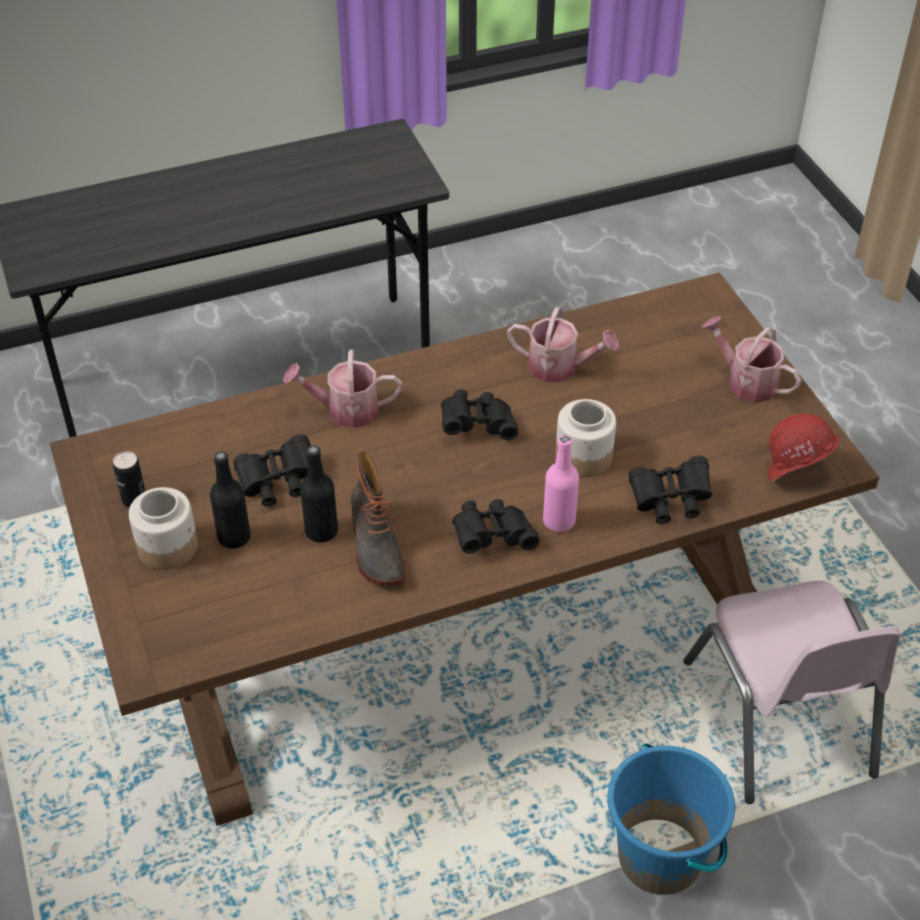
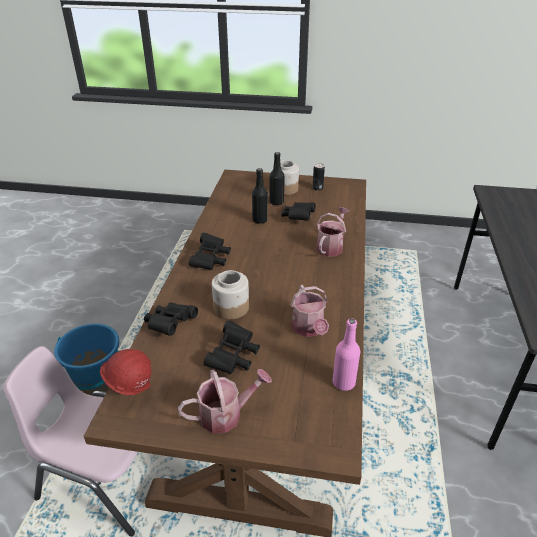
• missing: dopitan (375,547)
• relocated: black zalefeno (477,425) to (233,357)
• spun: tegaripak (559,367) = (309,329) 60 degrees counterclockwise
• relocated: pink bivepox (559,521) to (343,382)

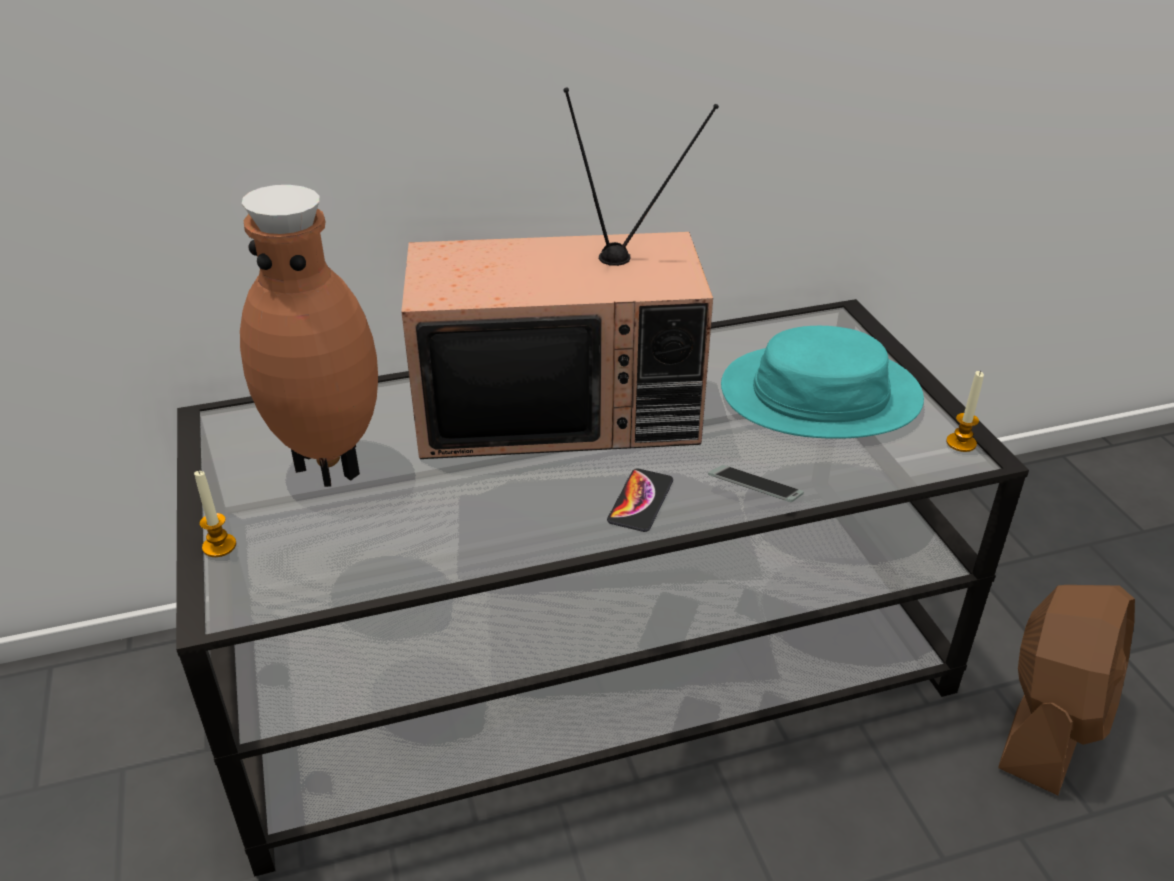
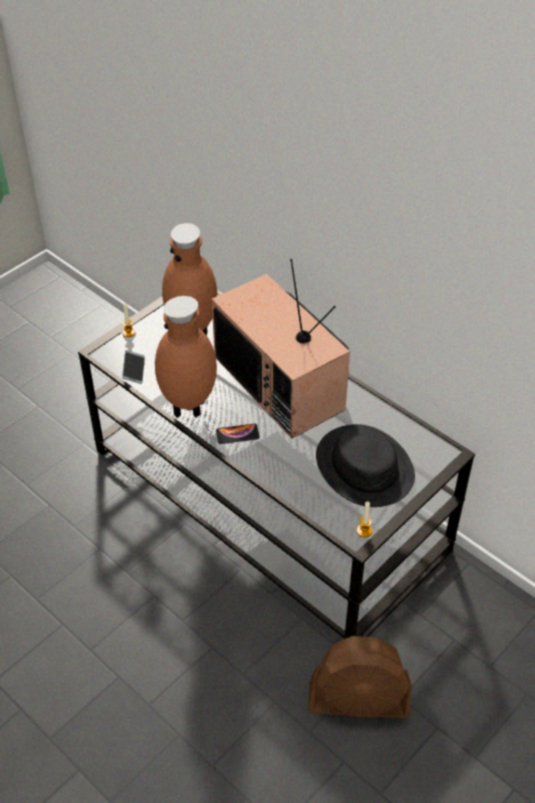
• relocated: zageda (754,491) to (134,370)
• colour: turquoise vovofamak (820,394) to black vovofamak (365,466)
• appeared: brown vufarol (189,409)

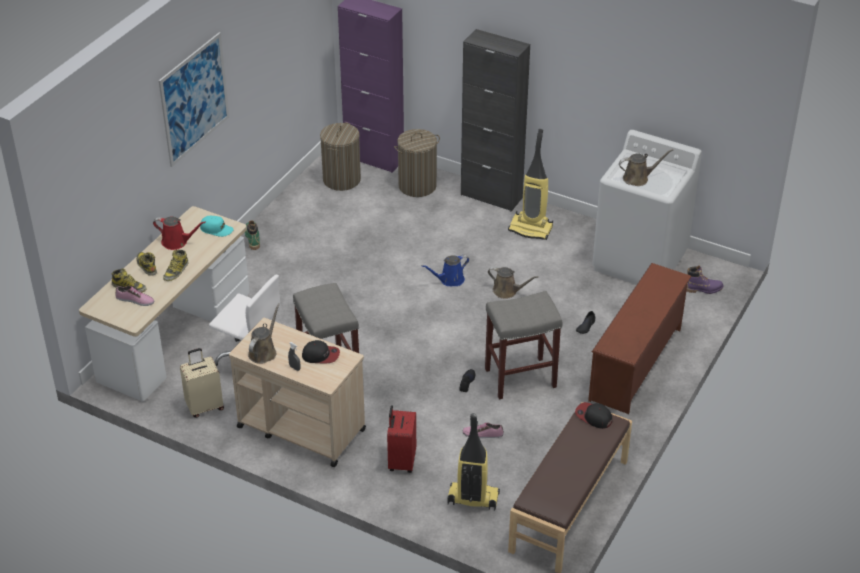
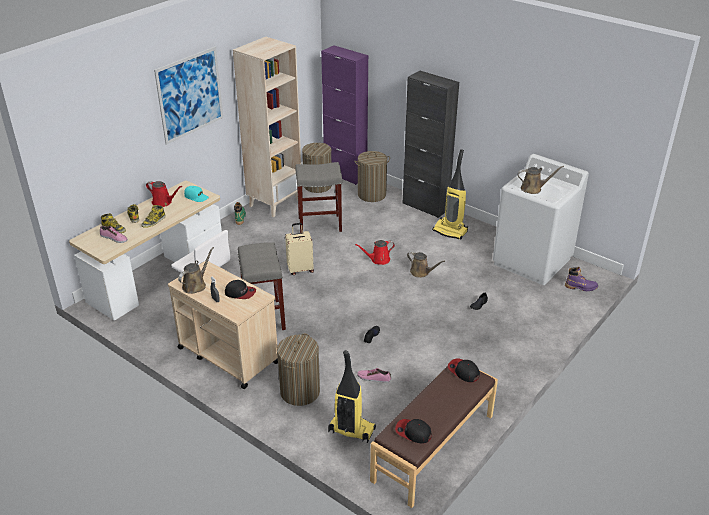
• relocated: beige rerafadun (204,406) to (300,269)
• exchanged: red rerafadun (401,461) to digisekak (300,391)
• colour: blue tegaripak (449,280) to red tegaripak (378,260)
• relocated: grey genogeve (519,378) to (319,224)
• missing: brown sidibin (637,364)
• appeared: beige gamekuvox (275,203)
• appeared: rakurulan (413,432)

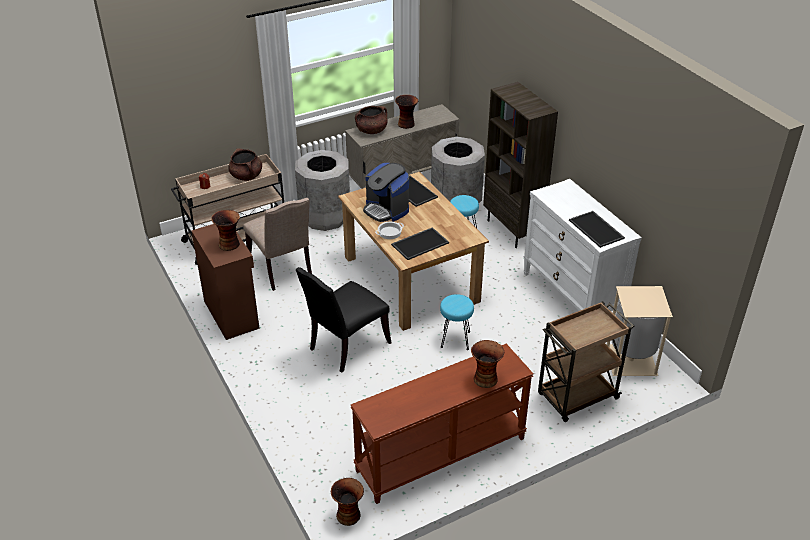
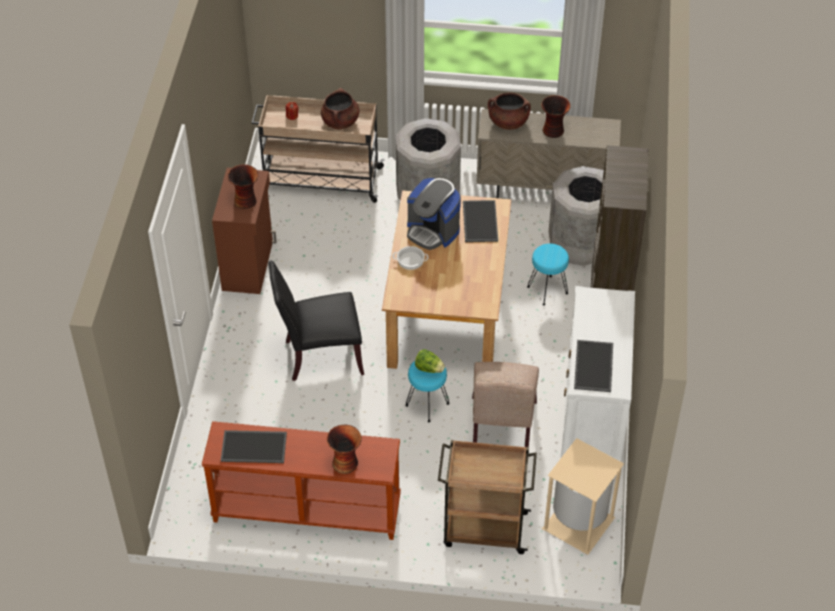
• relocated: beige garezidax (282,269) to (502,431)
• missing: vufarol (348,514)
• spun: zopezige (386,209) = (432,231) 45 degrees counterclockwise
• relocated: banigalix (420,243) to (254,446)
• appeared: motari (429,368)

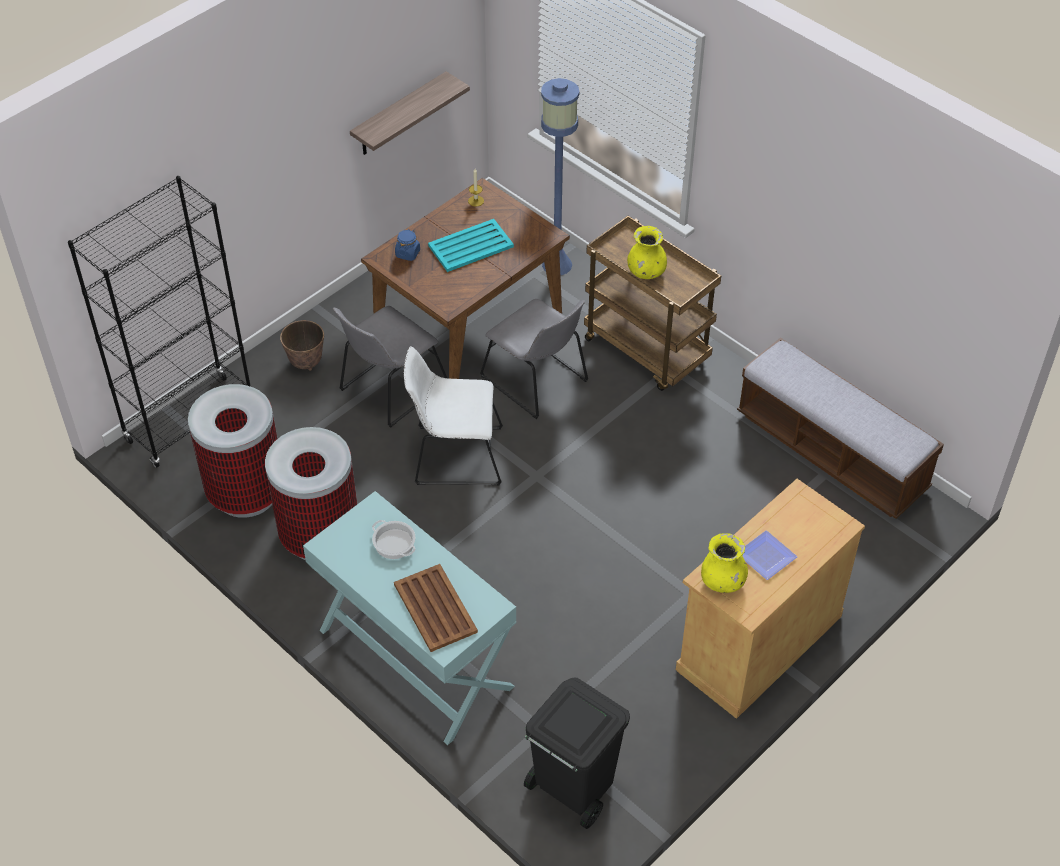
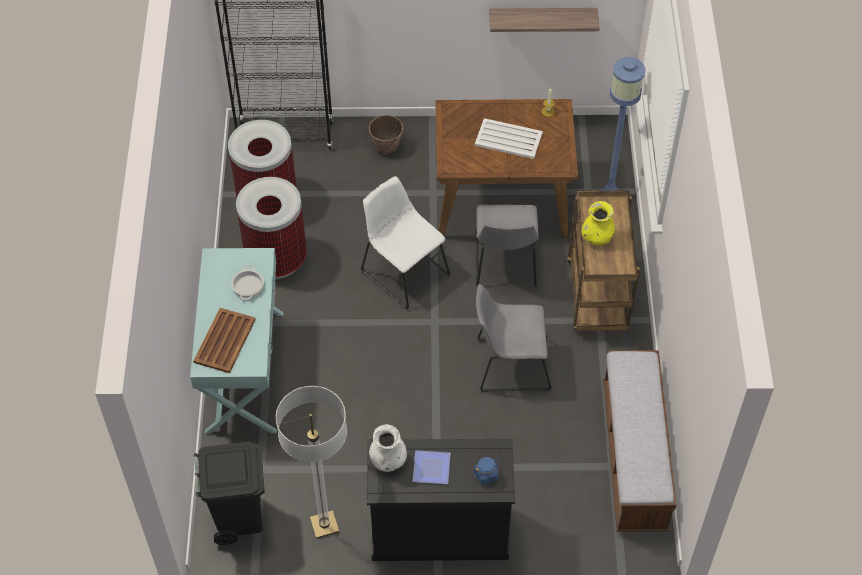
• relocated: grey garezidax (390,389) to (509,364)
• relocated: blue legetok (407,253) to (486,475)
• colour: turquoise banigalix (471,246) to white banigalix (509,139)
• colour: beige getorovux (758,642) to black getorovux (439,530)
• colour: yellow vufarol (722,581) to white vufarol (388,460)
• appeared: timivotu (324,525)

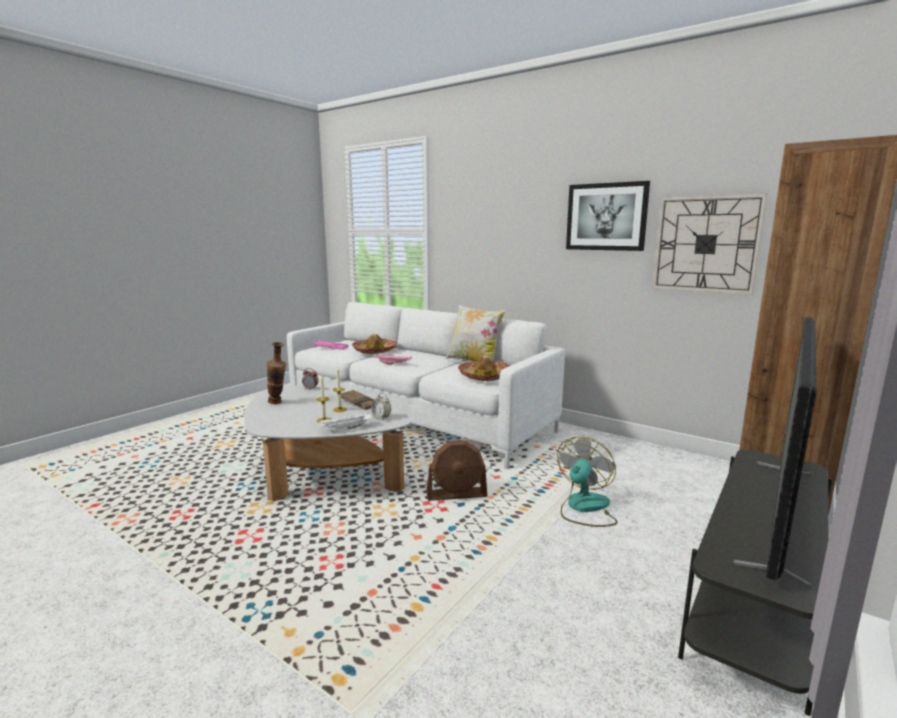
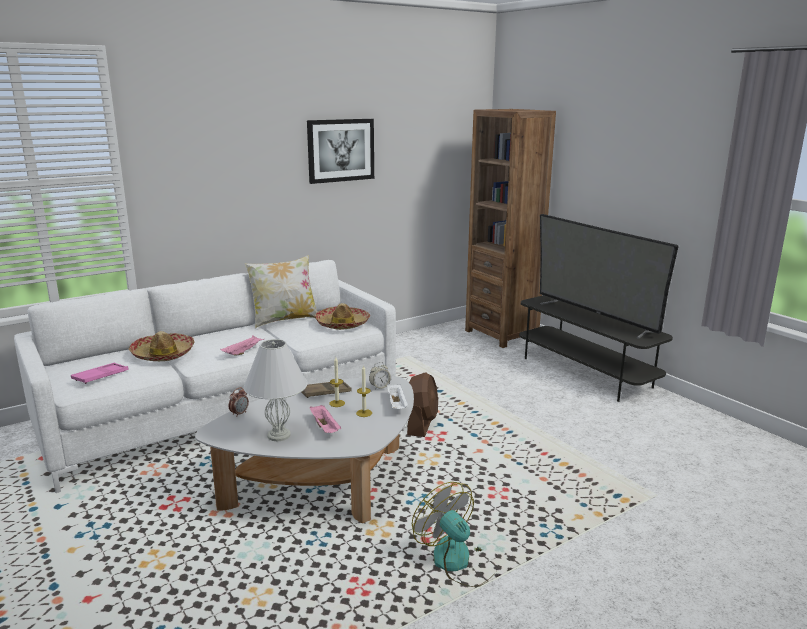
• exchanged: vufarol (278,403) to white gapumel (278,435)
• relocated: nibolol (584,508) to (459,562)
• missing: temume (706,244)
• appeared: pink banigalix (325,428)

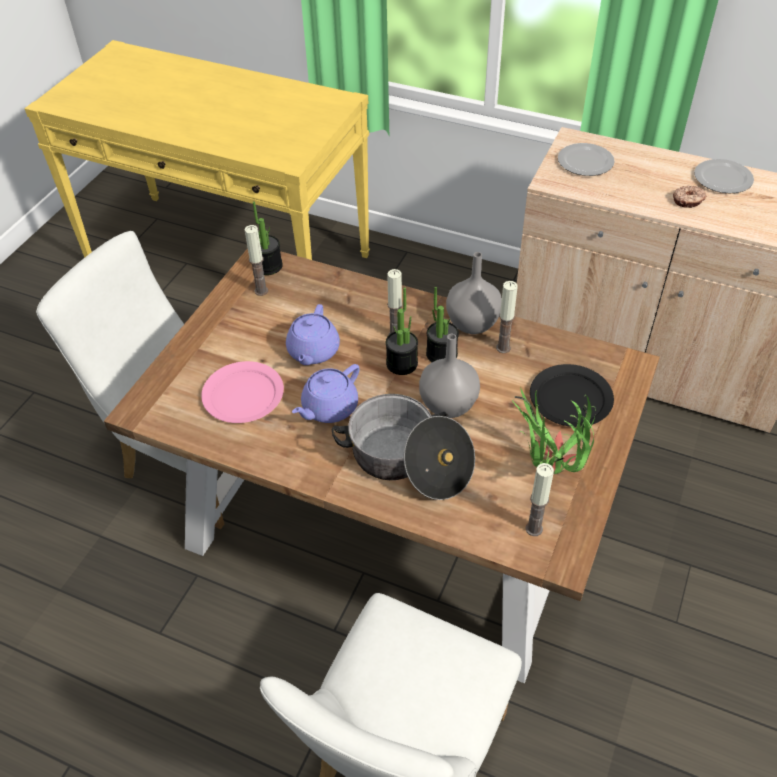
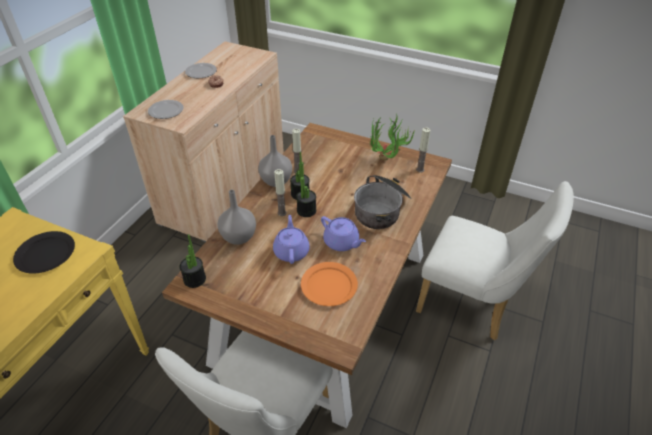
• colour: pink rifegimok (243,394) to orange rifegimok (328,285)
• missing: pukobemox (261,291)
• spun: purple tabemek (313,352) = (291,251) 105 degrees counterclockwise
• relocated: grey vufarol (447,406) to (239,237)
• relocated: black rifegimok (571,398) to (46,254)

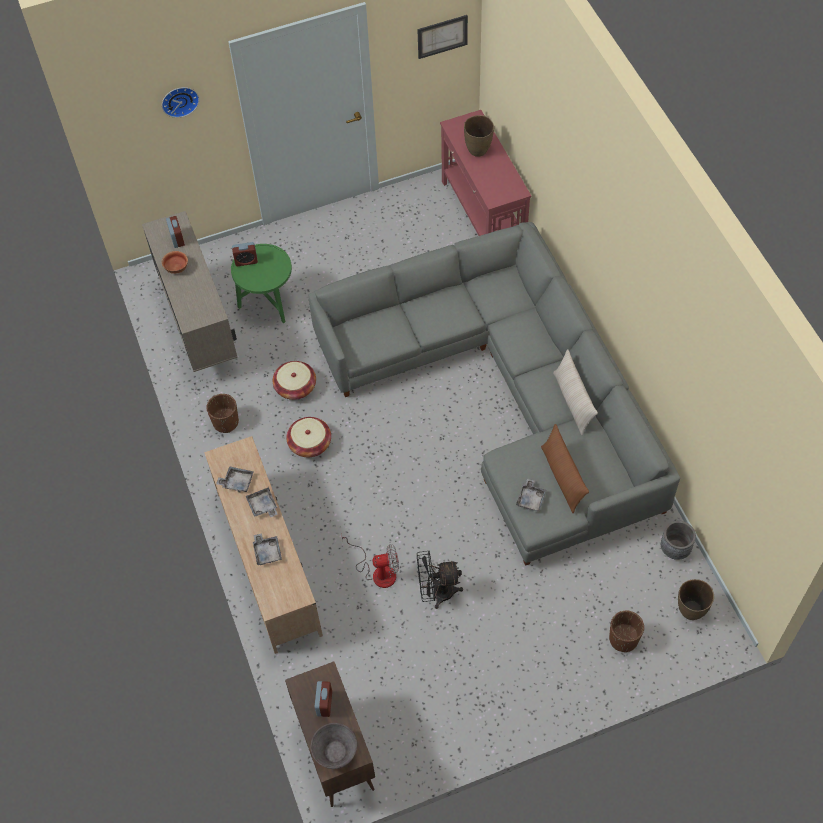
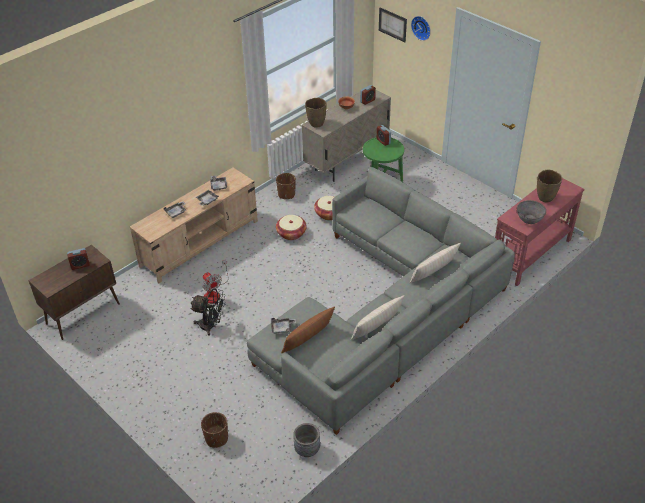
• relocated: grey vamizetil (335,752) to (529,219)
• relocated: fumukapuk (442,36) to (392,24)
• spun: black nibolol (437,592) = (211,326) 135 degrees clockwise
• relocated: brown vufarol (690,611) to (316,124)
• appeared: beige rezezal (433,272)

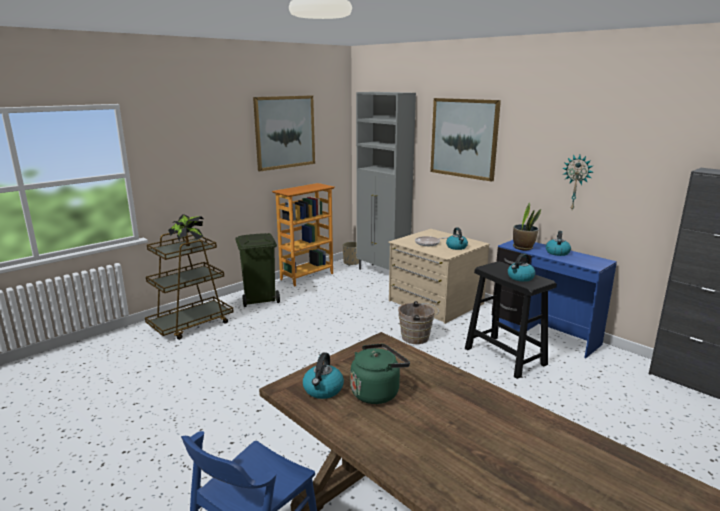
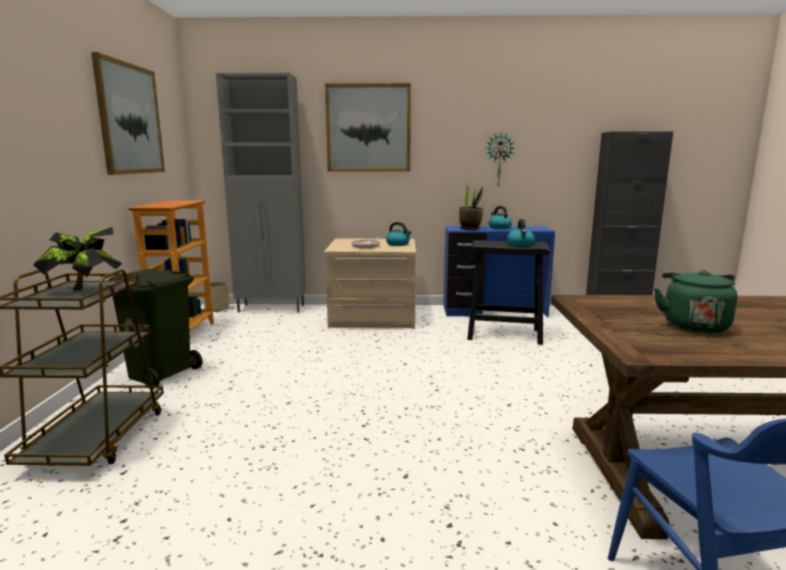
• missing: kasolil (323,390)
• missing: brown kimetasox (417,338)

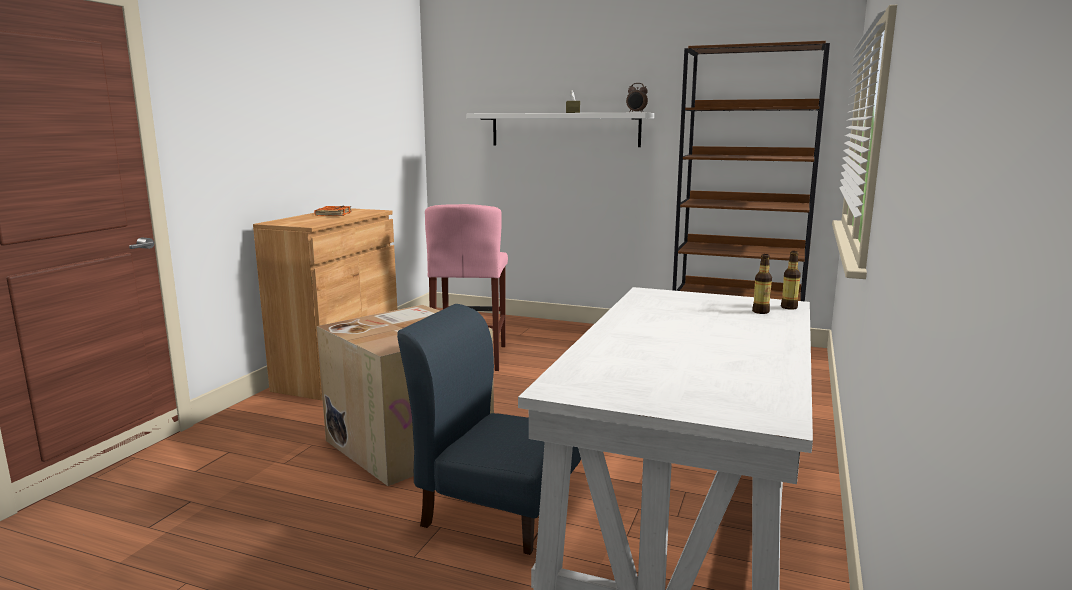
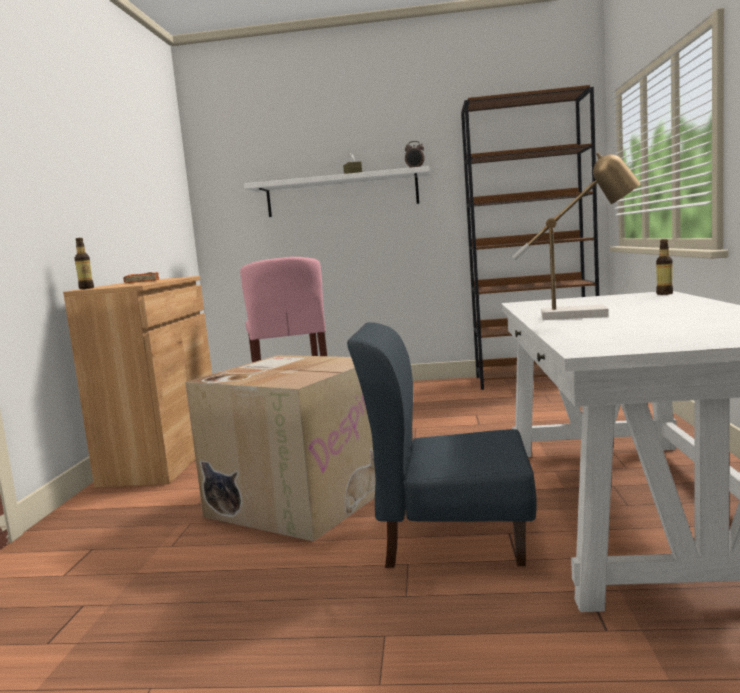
• relocated: bivepox (760,312) to (86,288)
• appeared: gapumel (583,315)

